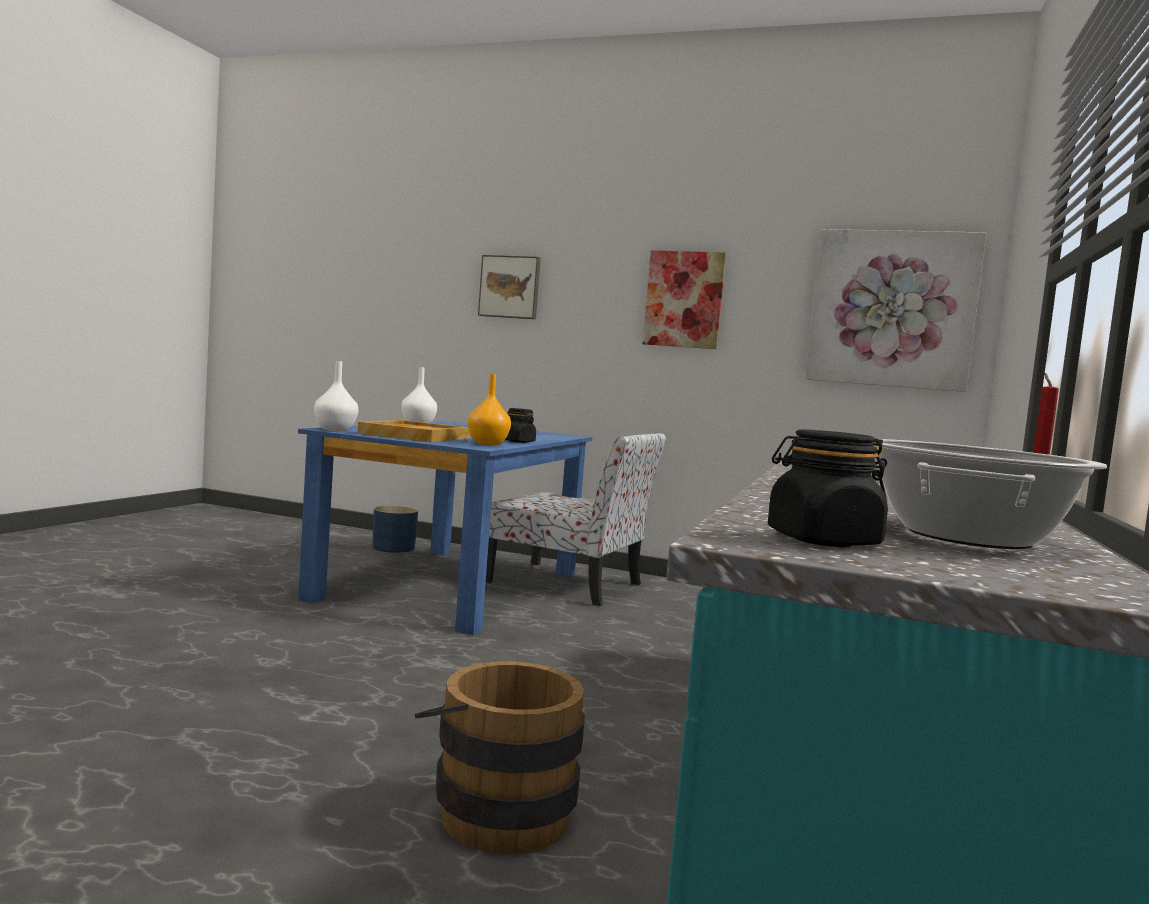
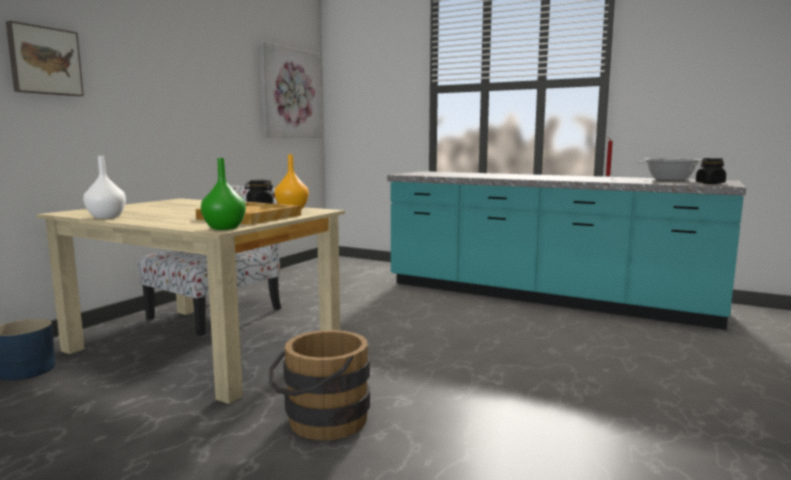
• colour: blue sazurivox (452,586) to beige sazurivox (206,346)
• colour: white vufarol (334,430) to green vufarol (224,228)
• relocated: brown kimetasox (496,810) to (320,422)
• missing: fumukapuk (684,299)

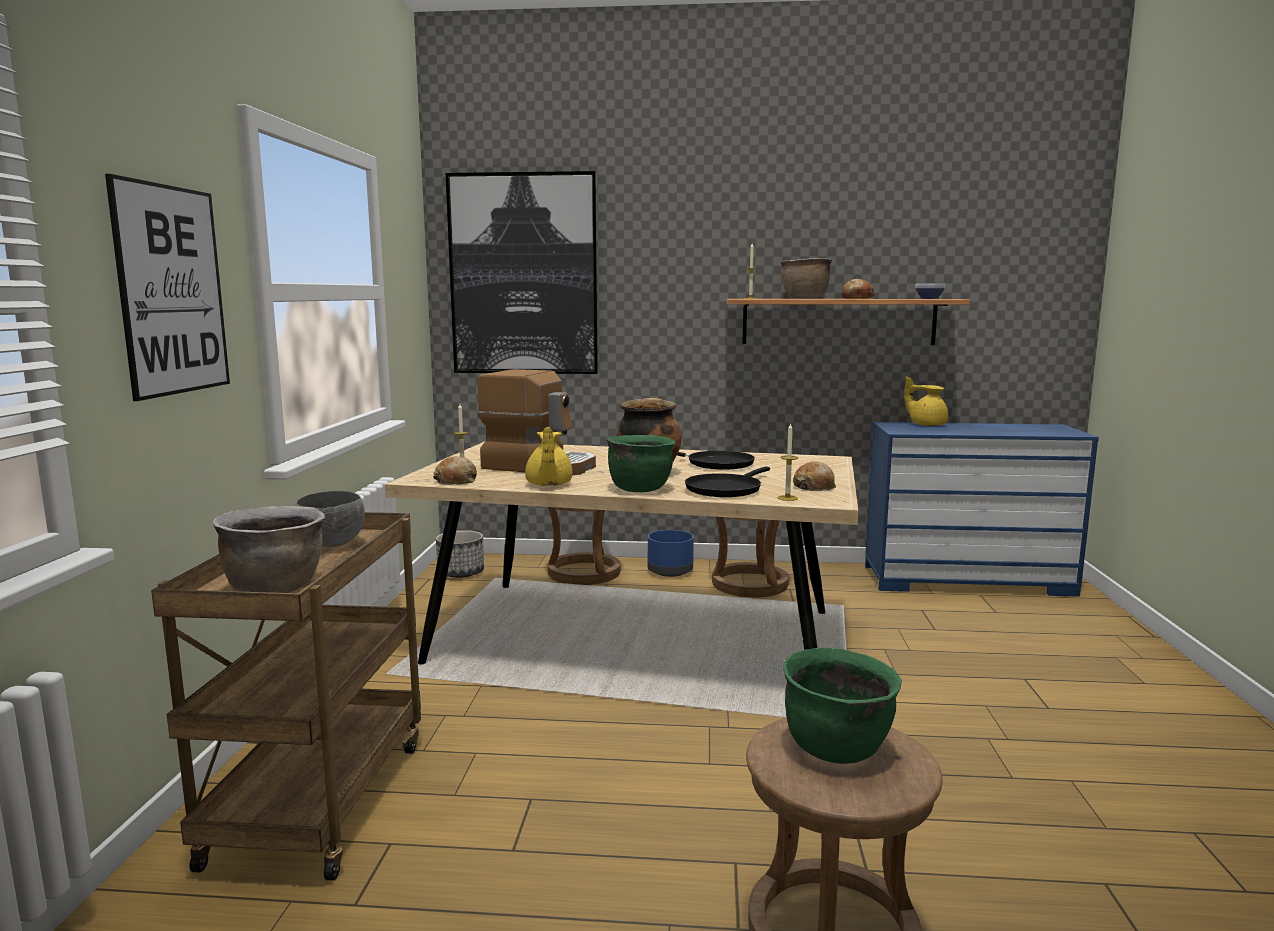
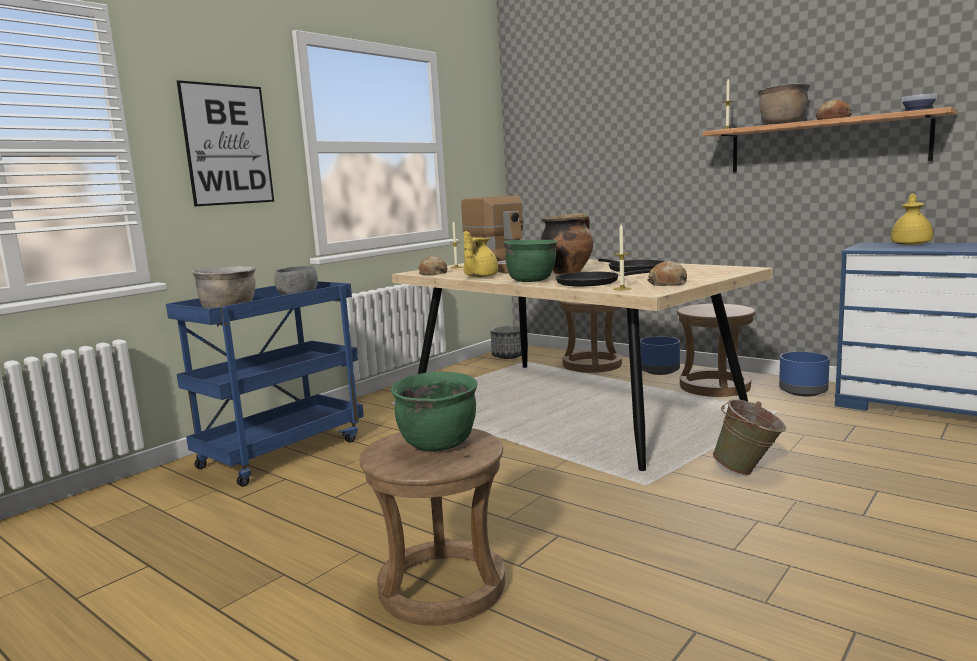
• colour: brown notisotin (319,798) to blue notisotin (282,452)
• missing: fumukapuk (524,275)
• spun: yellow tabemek (926,425) = (911,244) 45 degrees clockwise
• appeared: green kimetasox (748,472)
• appeared: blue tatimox (803,392)

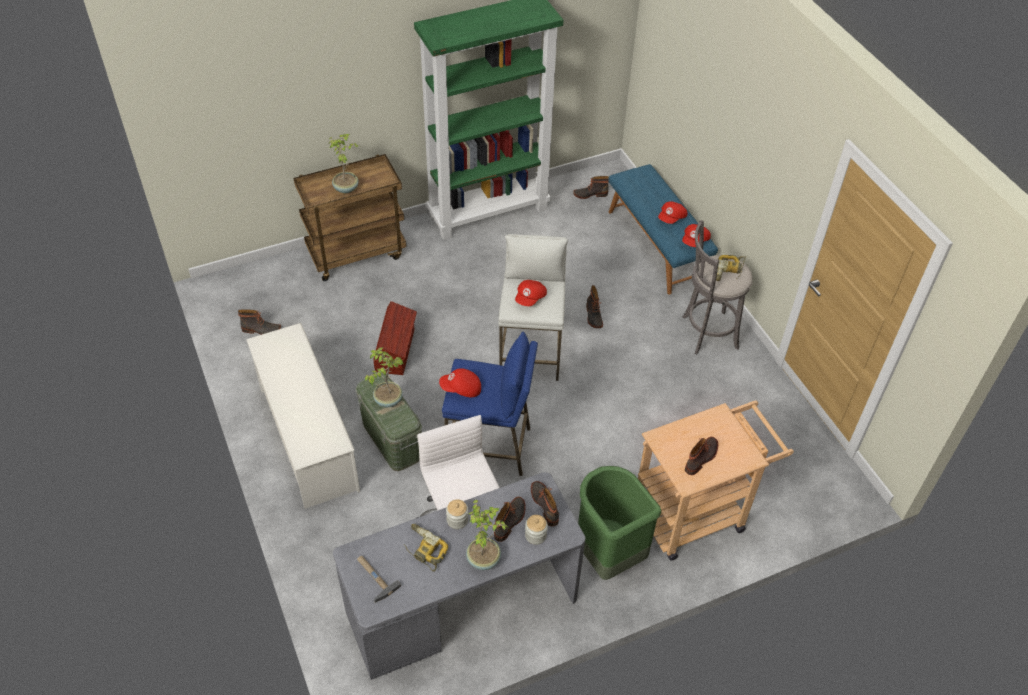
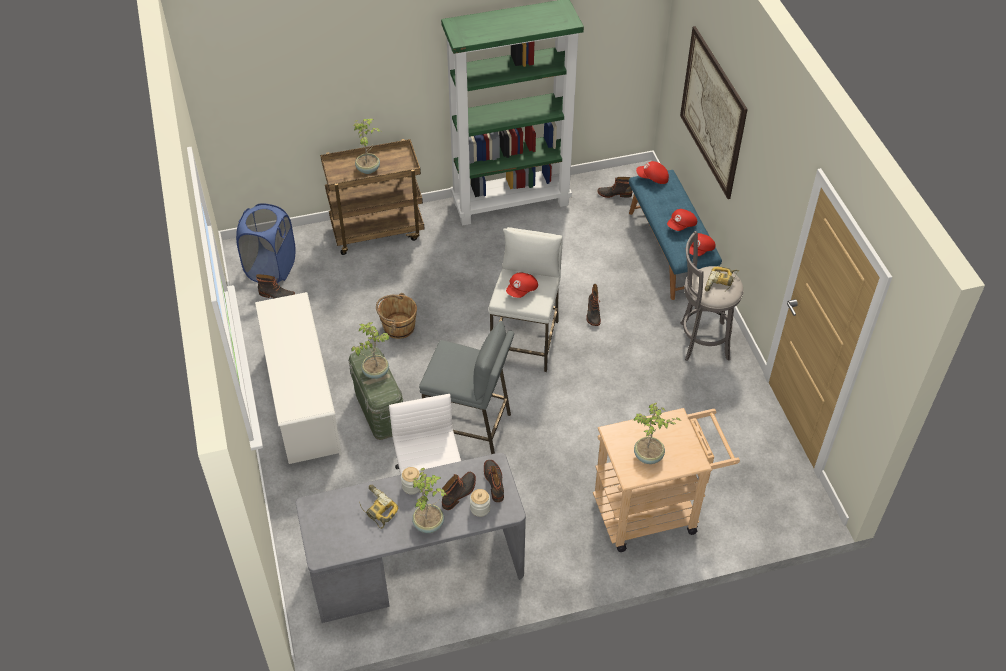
• missing: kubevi (373,577)
• exchanged: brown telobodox (396,350) to brown kimetasox (398,327)
• relocated: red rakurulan (461,389) to (652,178)
• colour: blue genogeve (489,447) to grey genogeve (469,427)
• missing: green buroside (607,555)
• exchanged: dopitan (701,458) to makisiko (648,456)
• appeared: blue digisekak (271,268)
• appeared: fumukapuk (712,112)

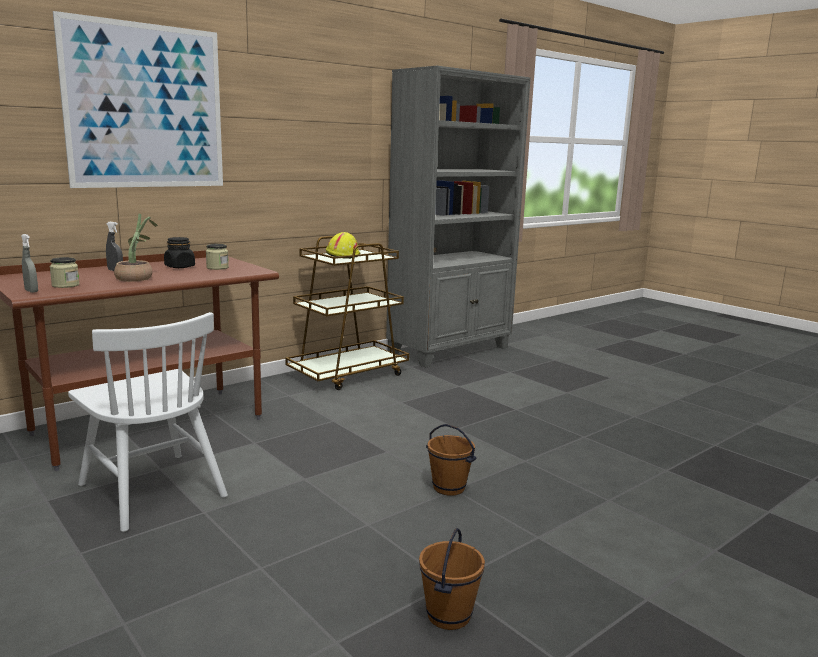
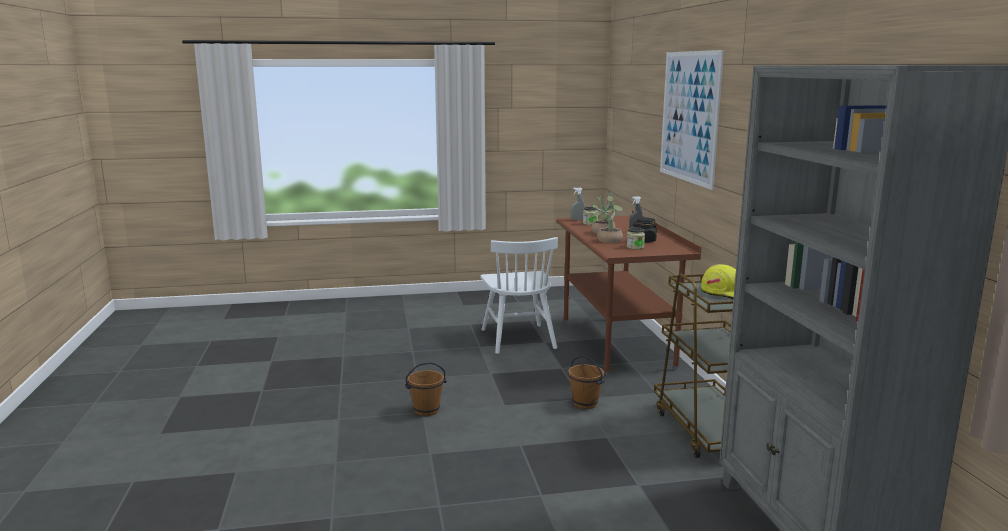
• spun: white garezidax (152,490) = (518,339) 90 degrees counterclockwise
• relocated: brown kimetasox (448,615) to (585,404)
• appeared: makisiko (606,241)

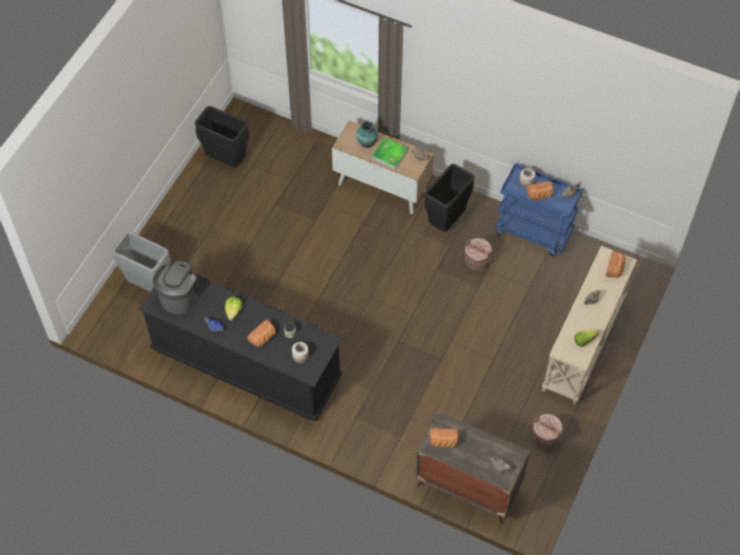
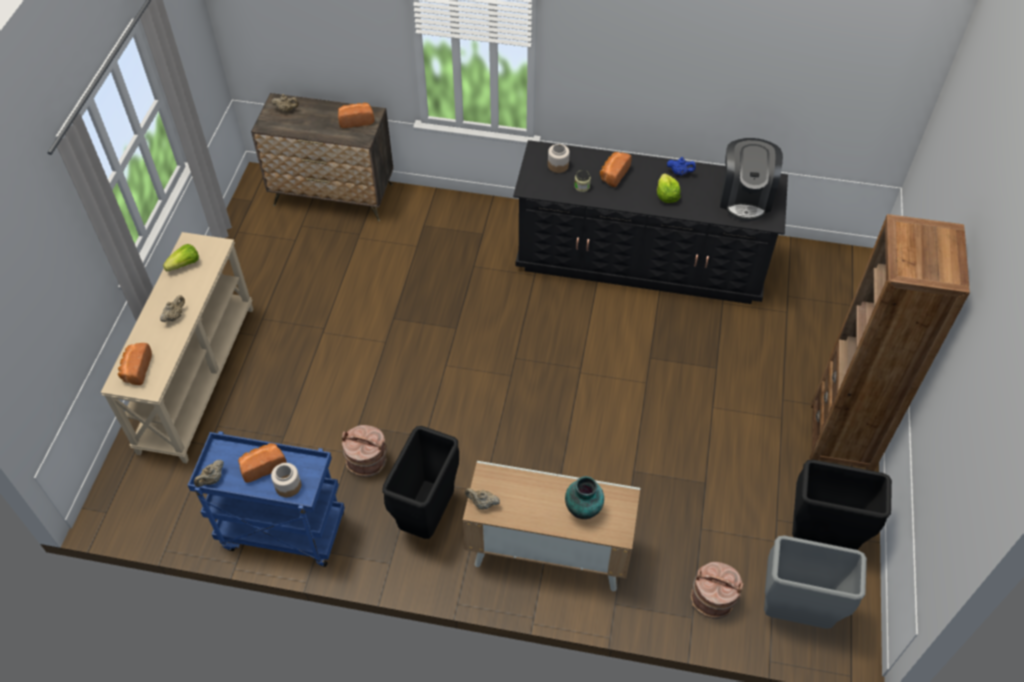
• relocated: grey buroside (149,285) to (794,614)
• missing: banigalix (389,155)
• relocated: brown kimetasox (545,437) to (712,599)
• appeared: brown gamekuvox (841,437)

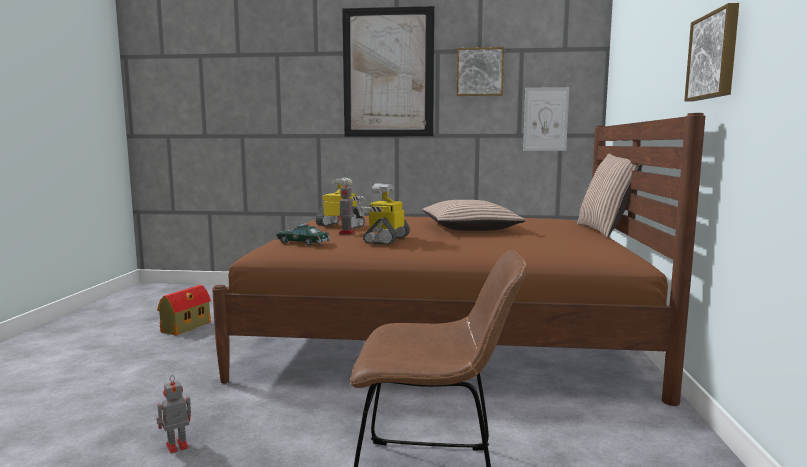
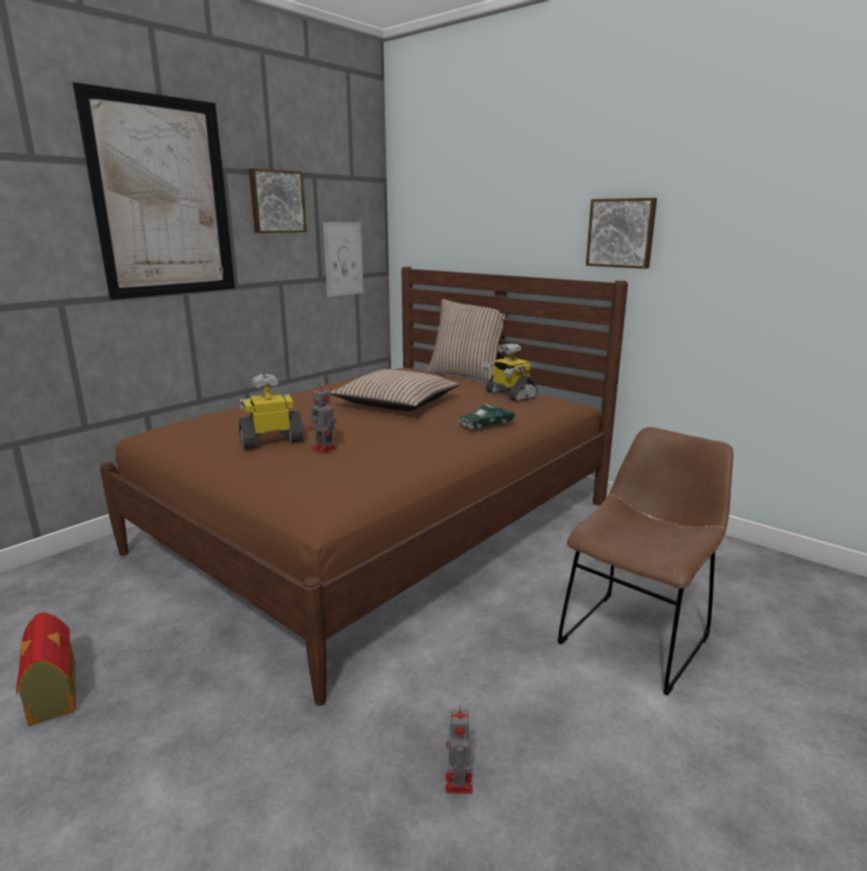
• relocated: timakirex (302,243) to (486,425)
• relocated: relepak (386,239) to (509,395)

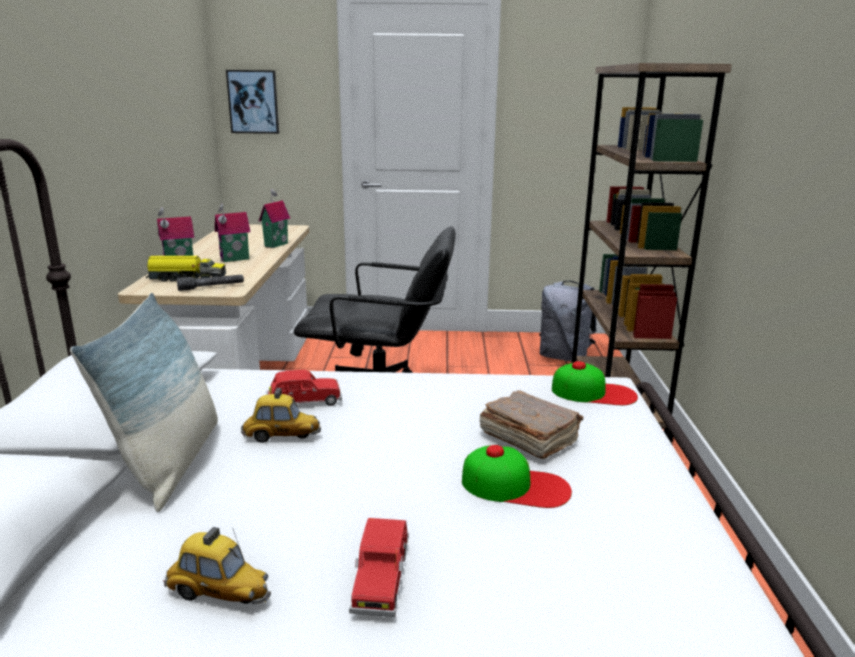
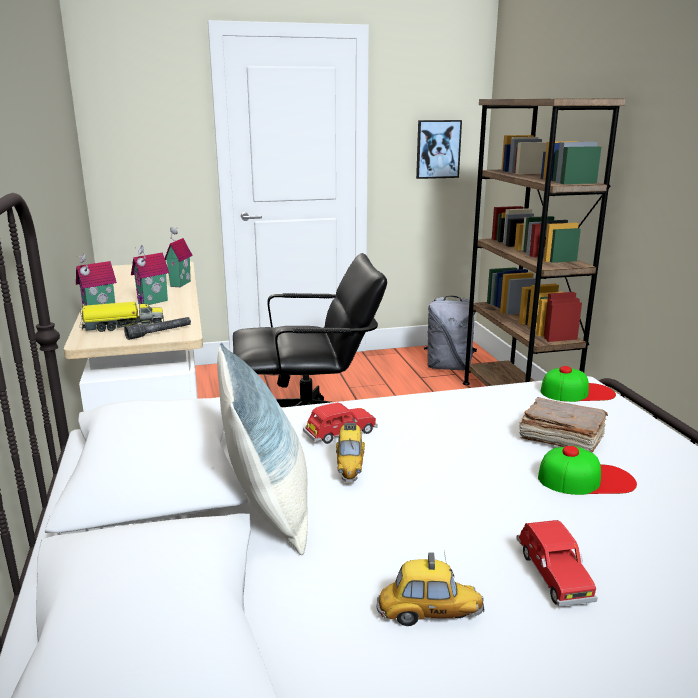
• relocated: fumukapuk (253,102) to (438,149)
• spun: timakirex (281,437) = (350,468) 105 degrees clockwise

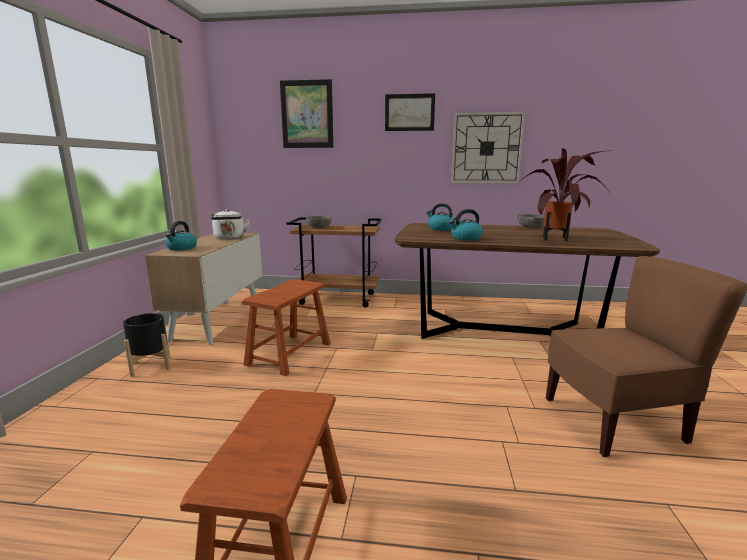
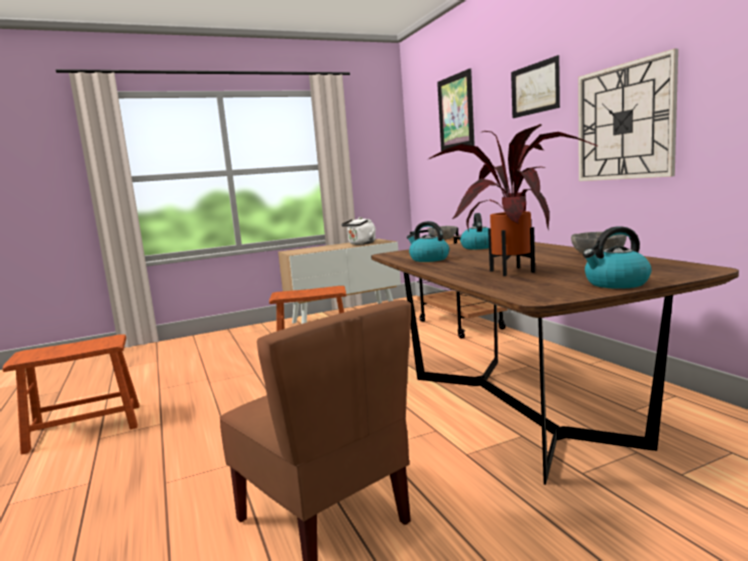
• missing: black tatimox (150,365)
• relocated: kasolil (181,248) to (616,284)

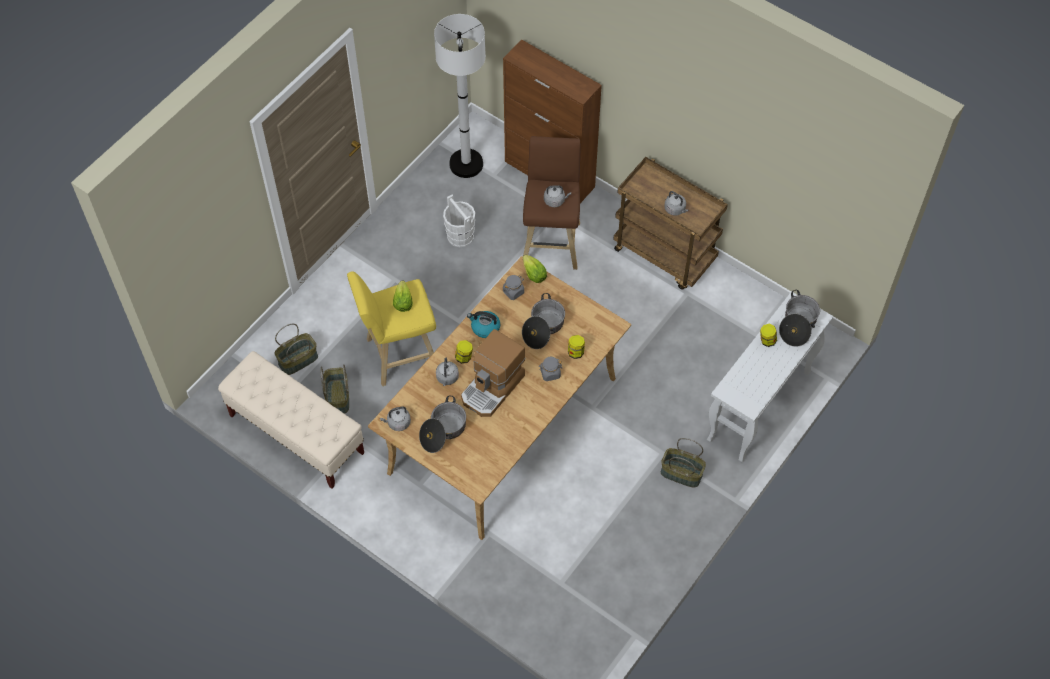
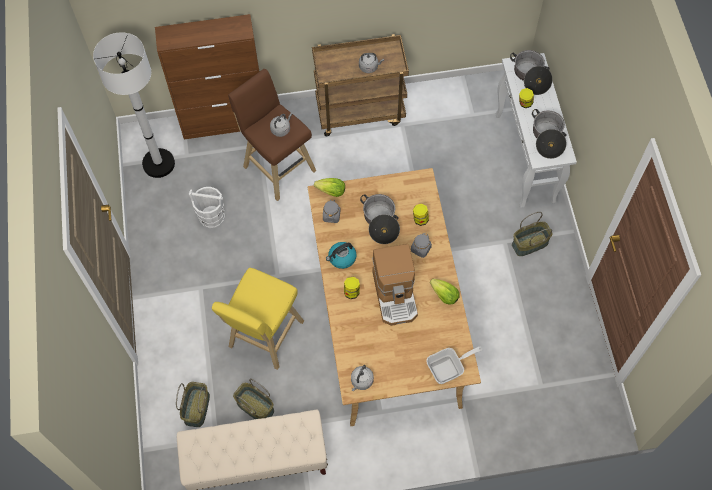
• relocated: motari (403,302) to (444,295)
• relocated: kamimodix (443,431) to (547,138)
• missing: grey kasolil (447,378)
• appeared: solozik (449,368)

